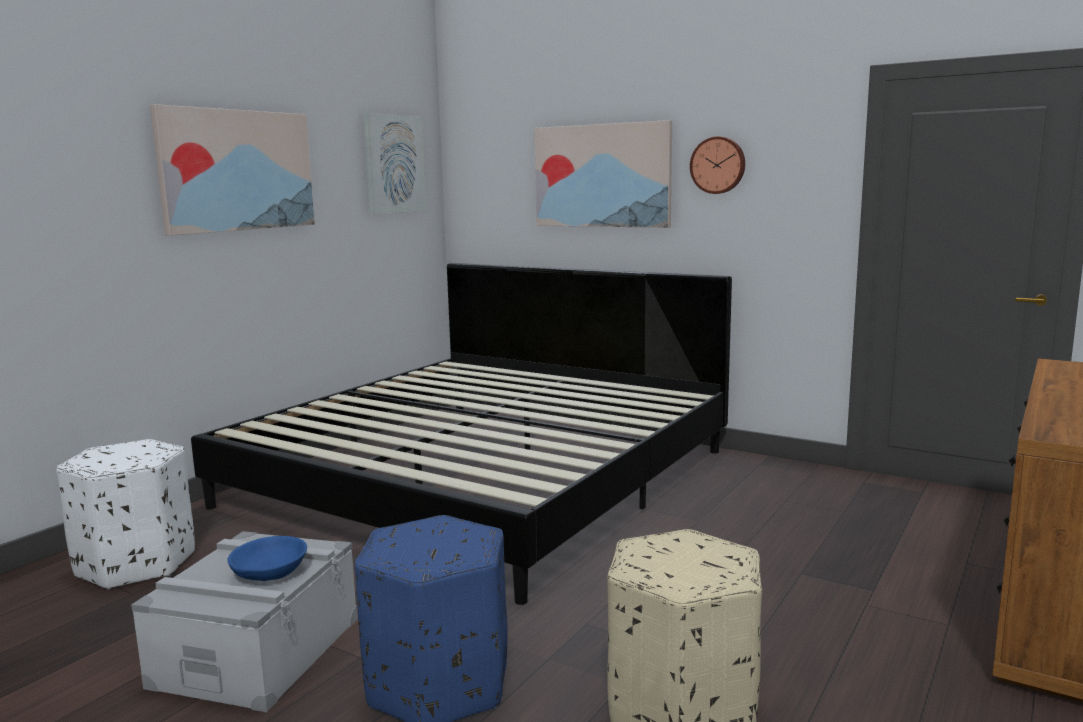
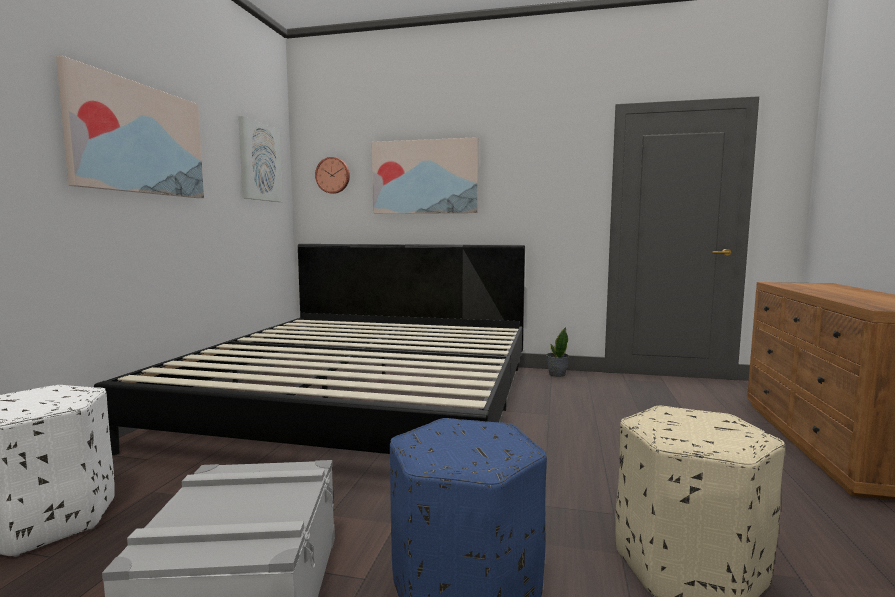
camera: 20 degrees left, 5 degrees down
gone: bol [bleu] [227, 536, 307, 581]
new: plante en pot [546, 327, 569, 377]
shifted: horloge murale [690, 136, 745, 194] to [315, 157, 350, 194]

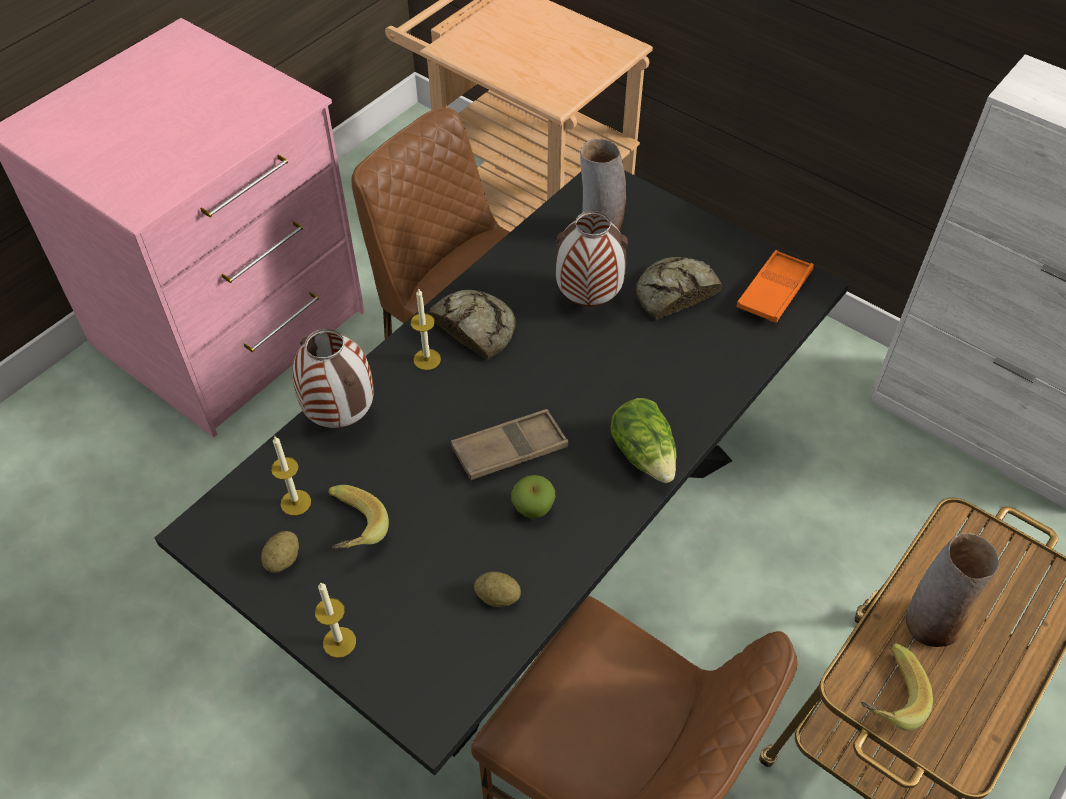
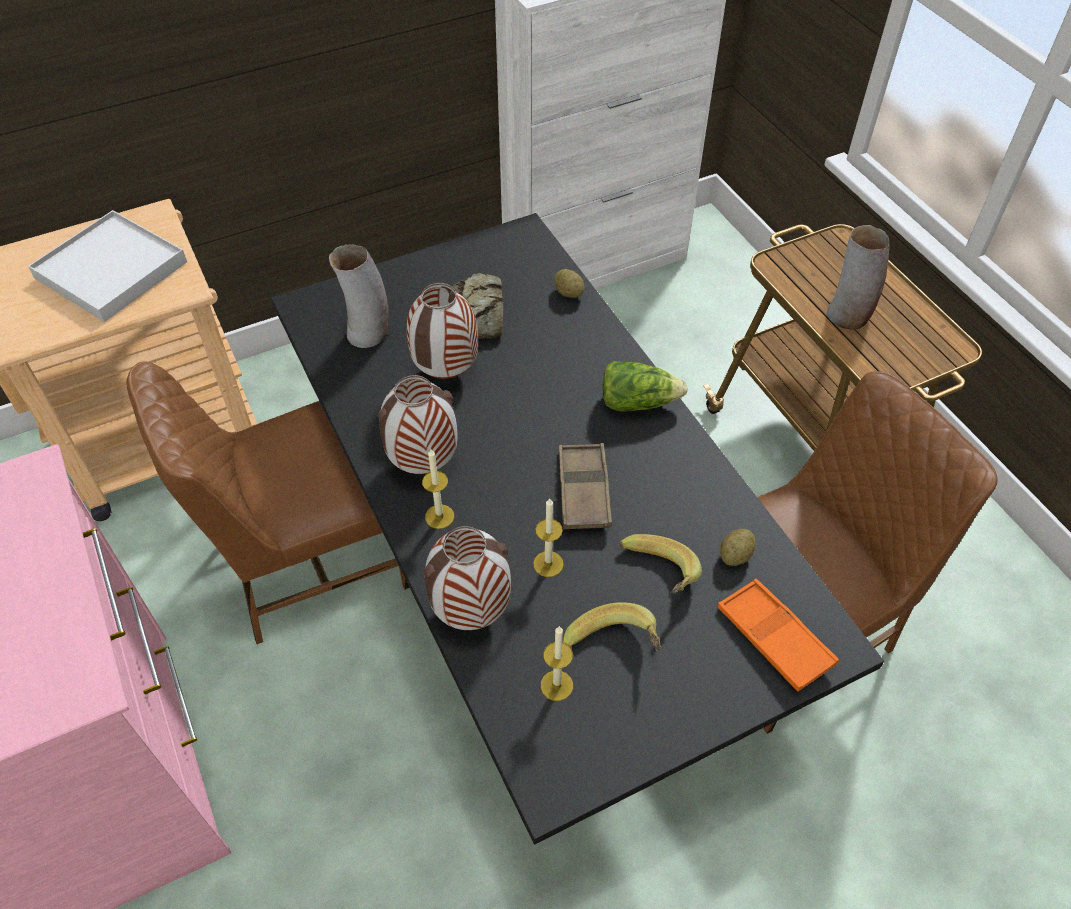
camera: 65 degrees left, 0 degrees up
gone: pomme [511, 475, 555, 519]
new: plateau [blanc] [28, 210, 187, 322]
shifted: plateau [orange] [736, 250, 814, 323] to [718, 579, 839, 692]; pomme de terre [261, 531, 299, 573] to [554, 269, 584, 298]; bougie [315, 582, 356, 658] to [533, 498, 564, 577]; banane [861, 643, 933, 731] to [619, 534, 702, 593]
swapped: pain [429, 290, 516, 359] to vase [378, 375, 458, 474]

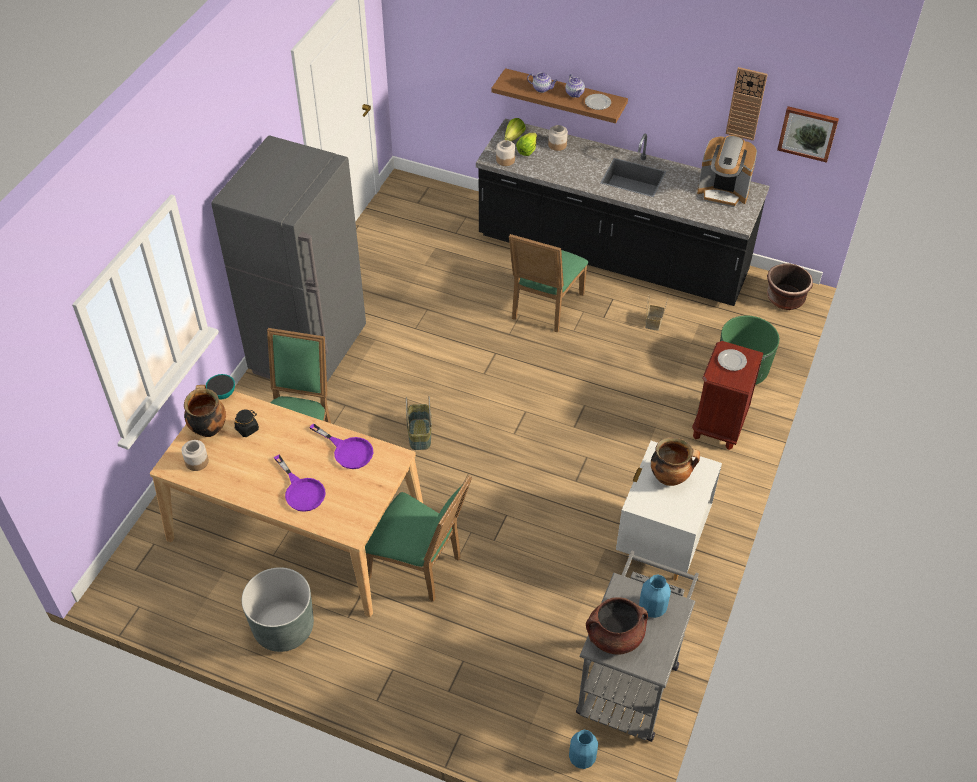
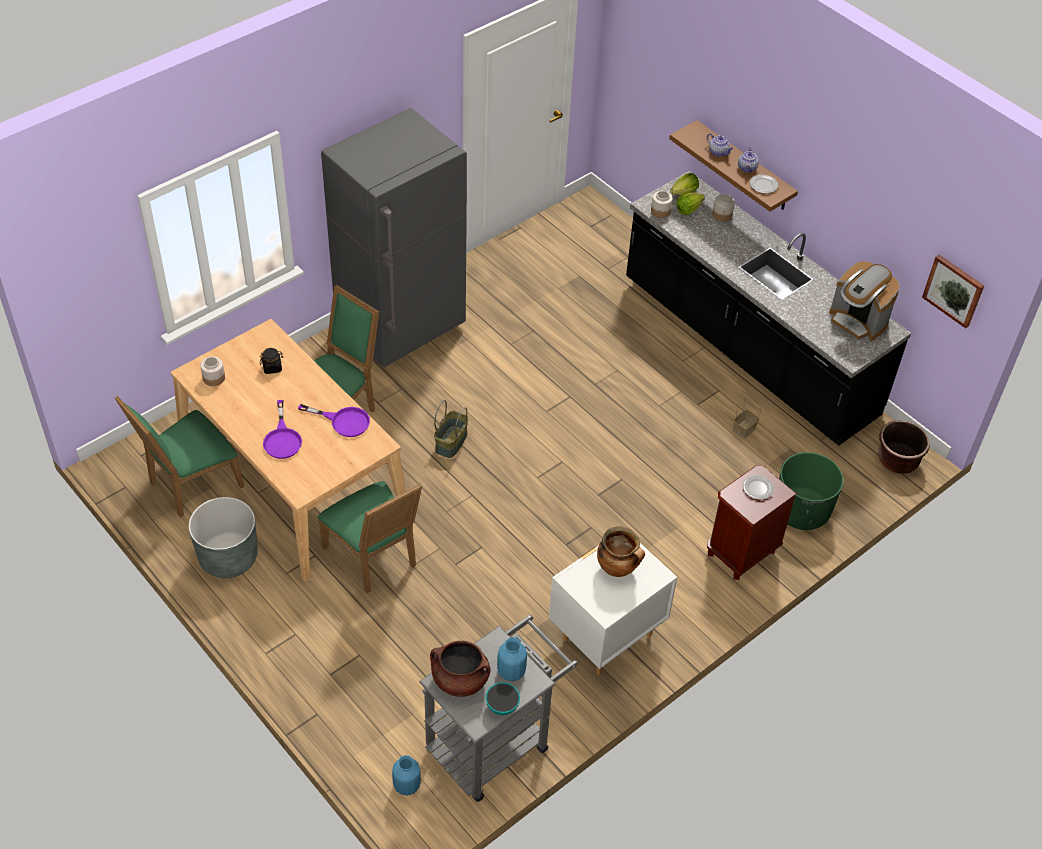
camera: 25 degrees right, 0 degrees up
gone: horloge murale [726, 67, 768, 141]; marmite [184, 385, 226, 437]
shifted: chaise [vert] [509, 234, 588, 333] to [114, 396, 245, 518]; bol [206, 374, 235, 400] to [486, 682, 520, 715]
rotated: poêle [violet] [309, 424, 373, 469] = [298, 404, 370, 437] 45 degrees counterclockwise

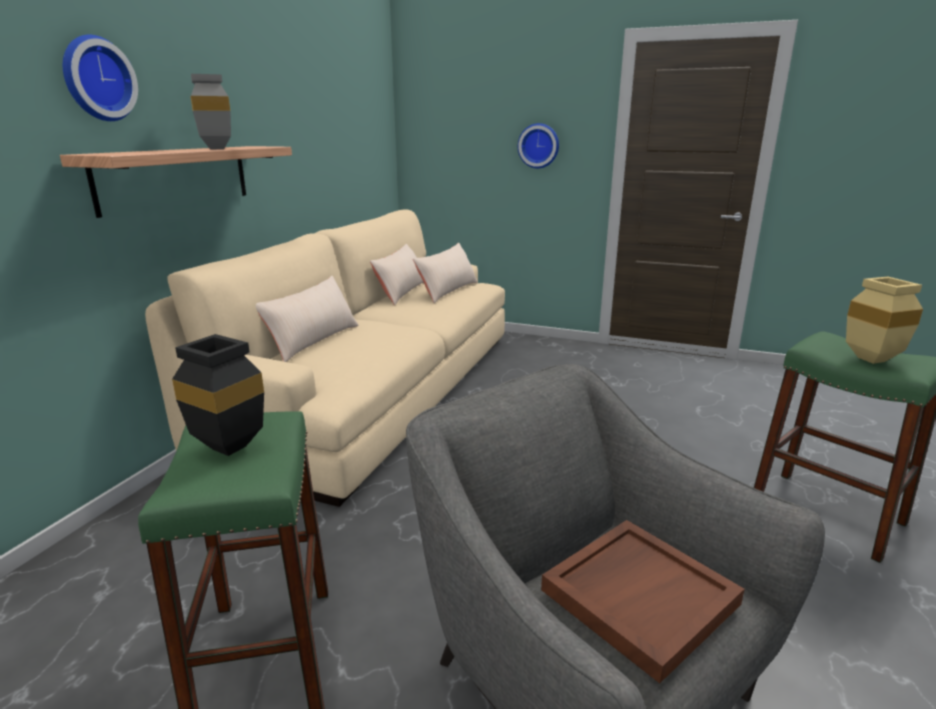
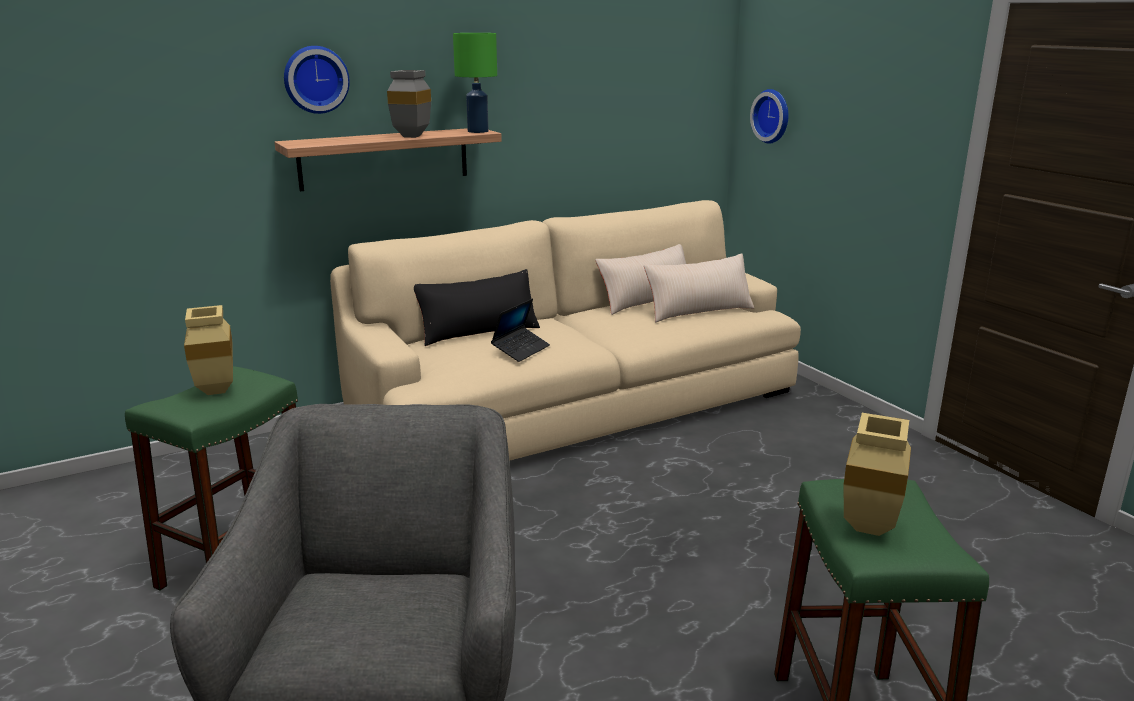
camera: 40 degrees right, 0 degrees up
gone: plateau [marron] [541, 520, 745, 683]
new: lampe de table [vert] [453, 33, 497, 133]; ordinateur portable [491, 299, 550, 362]
shifted: horloge murale [518, 123, 559, 168] to [750, 89, 789, 144]
repainted: coussin [beige] [256, 276, 359, 362] to coussin [noir] [414, 269, 540, 346]; vase [noir] [172, 334, 264, 456] to vase [beige] [184, 305, 233, 395]

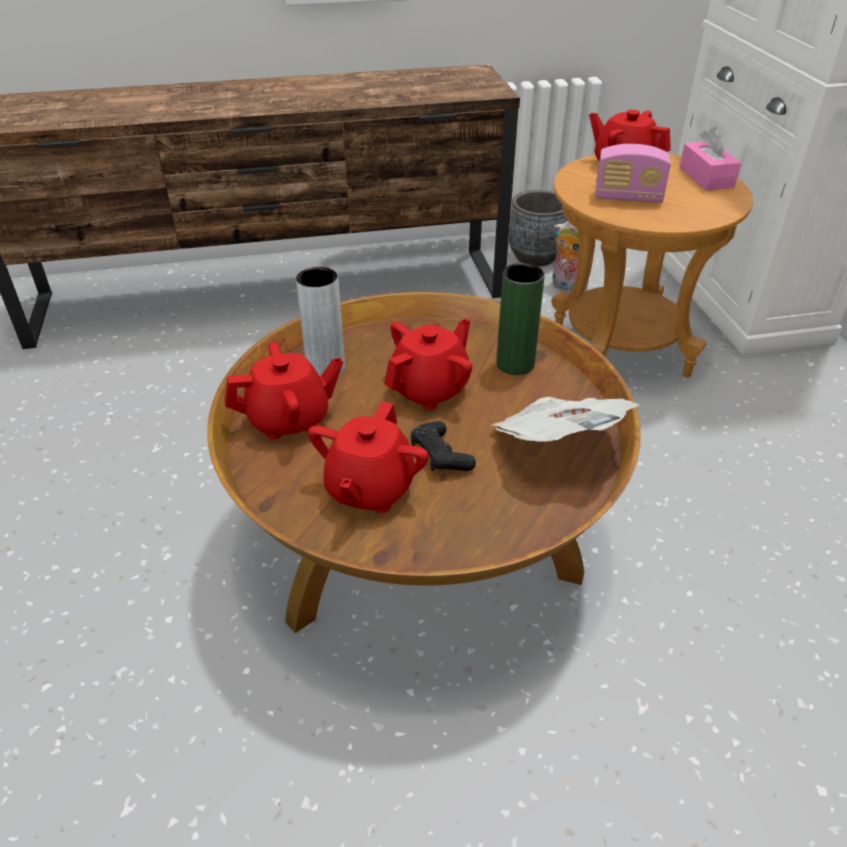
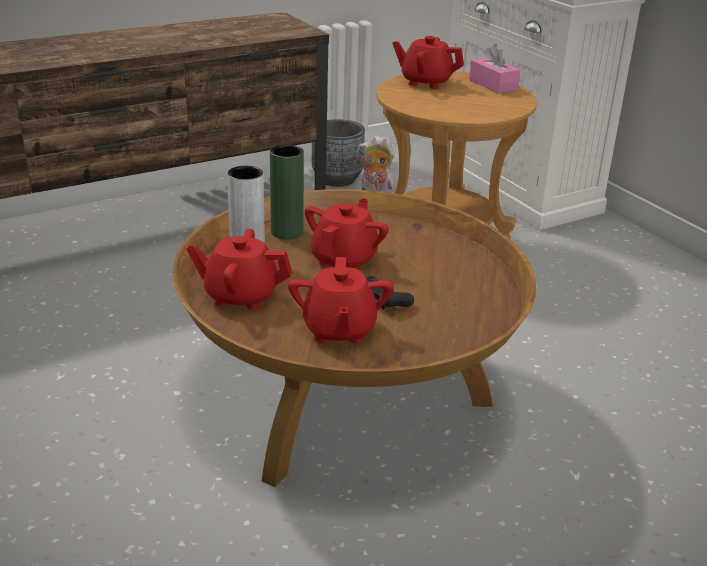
camera: 20 degrees left, 10 degrees down
gone: radio [596, 144, 671, 203]; journal [491, 397, 640, 442]
shifted: vase [vert] [496, 263, 545, 375] to [270, 144, 304, 240]
rotated: théière [rouge] [225, 342, 343, 440] = [186, 229, 292, 310] 135 degrees counterclockwise

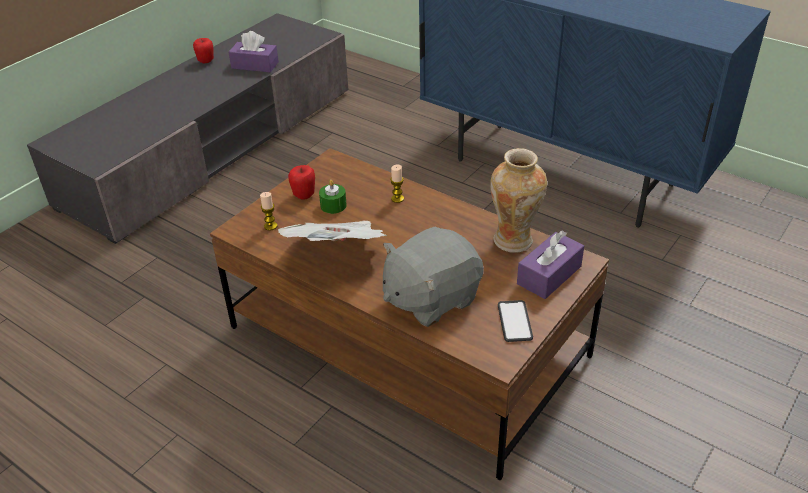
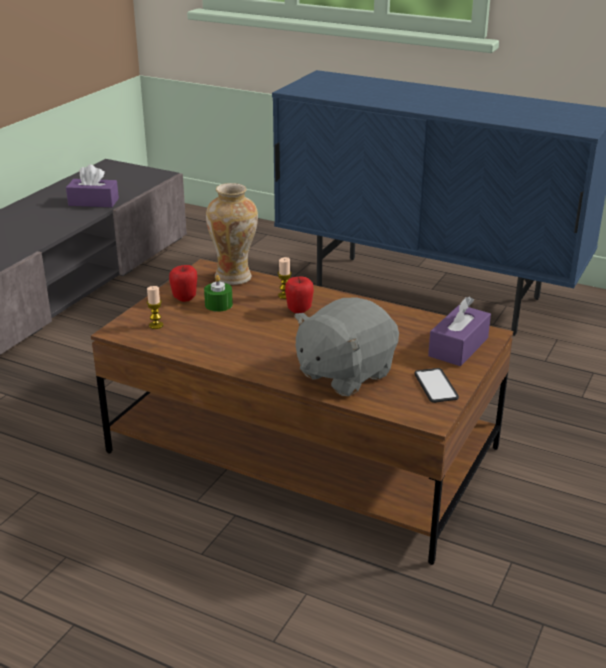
camera: 10 degrees left, 10 degrees down
gone: journal [278, 221, 387, 241]
shifted: pomme [193, 38, 214, 63] to [285, 277, 314, 313]; vase [490, 148, 547, 253] to [206, 183, 258, 285]

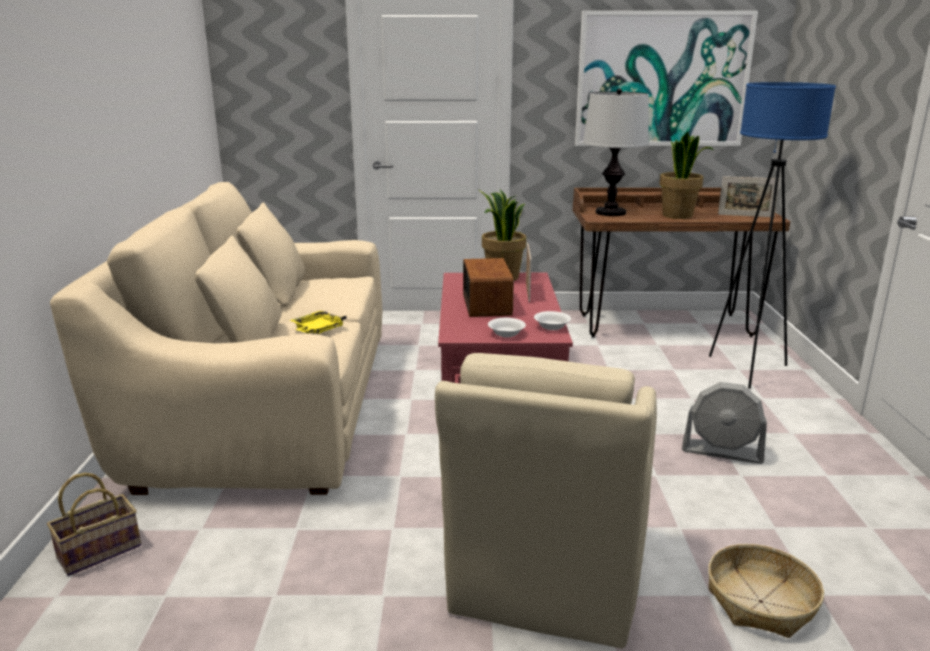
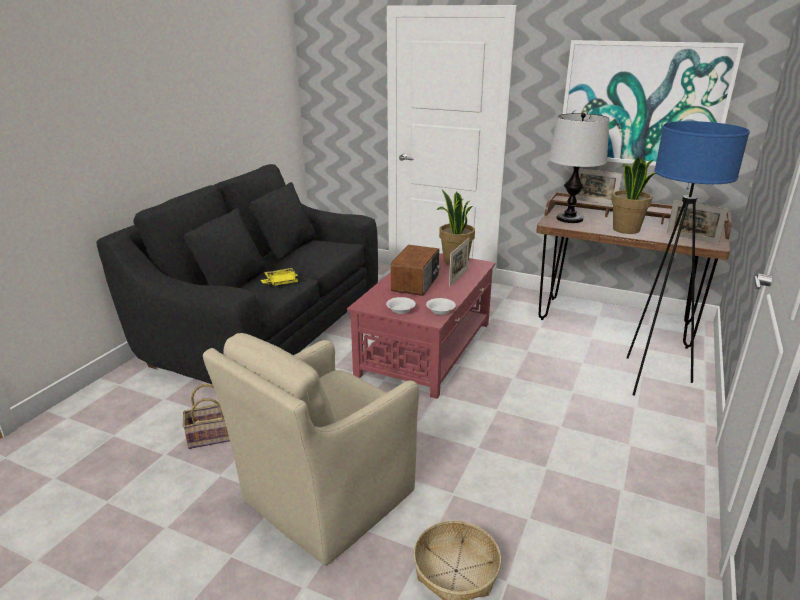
camera: 25 degrees right, 5 degrees up
gone: ventilateur [gris] [682, 382, 767, 464]
new: cadre photo [575, 168, 622, 205]
shifted: panier [47, 473, 141, 576] to [183, 384, 230, 449]
repainted: canapé [beige] [50, 182, 383, 495] to canapé [noir] [96, 164, 378, 385]

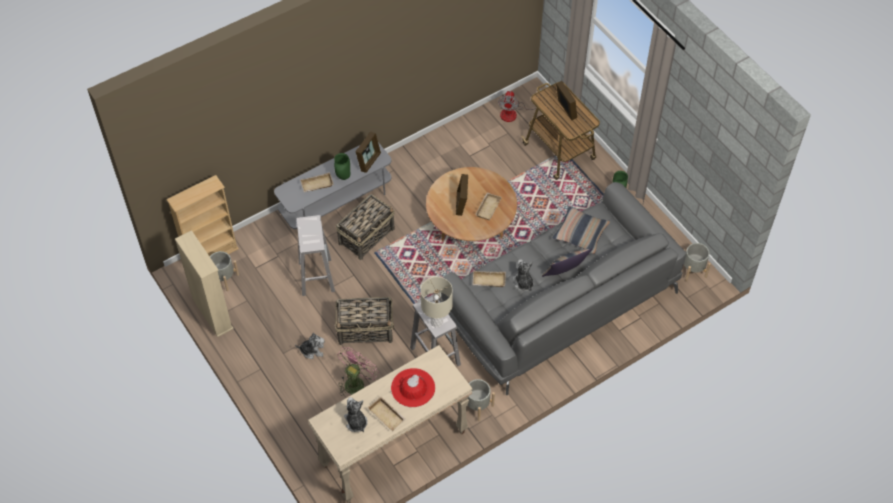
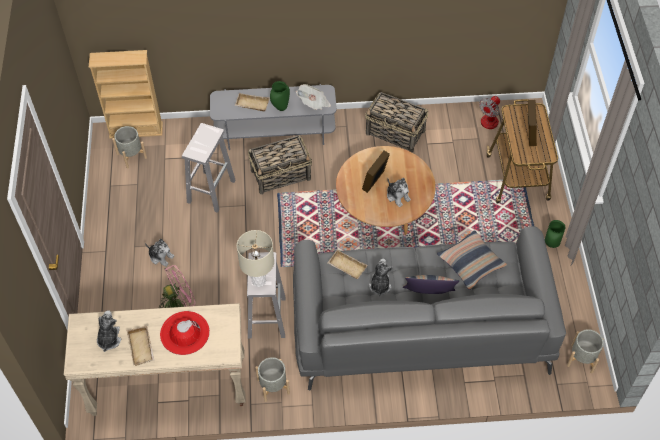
camera: 30 degrees right, 0 degrees up
gone: bibliothèque [beige] [175, 230, 234, 337]
shifted: panier [335, 297, 394, 345] to [365, 92, 428, 152]
swapped: cadre photo [355, 132, 381, 173] to journal [296, 84, 331, 110]; plateau [beige] [475, 193, 502, 220] to peluche [387, 178, 411, 207]

